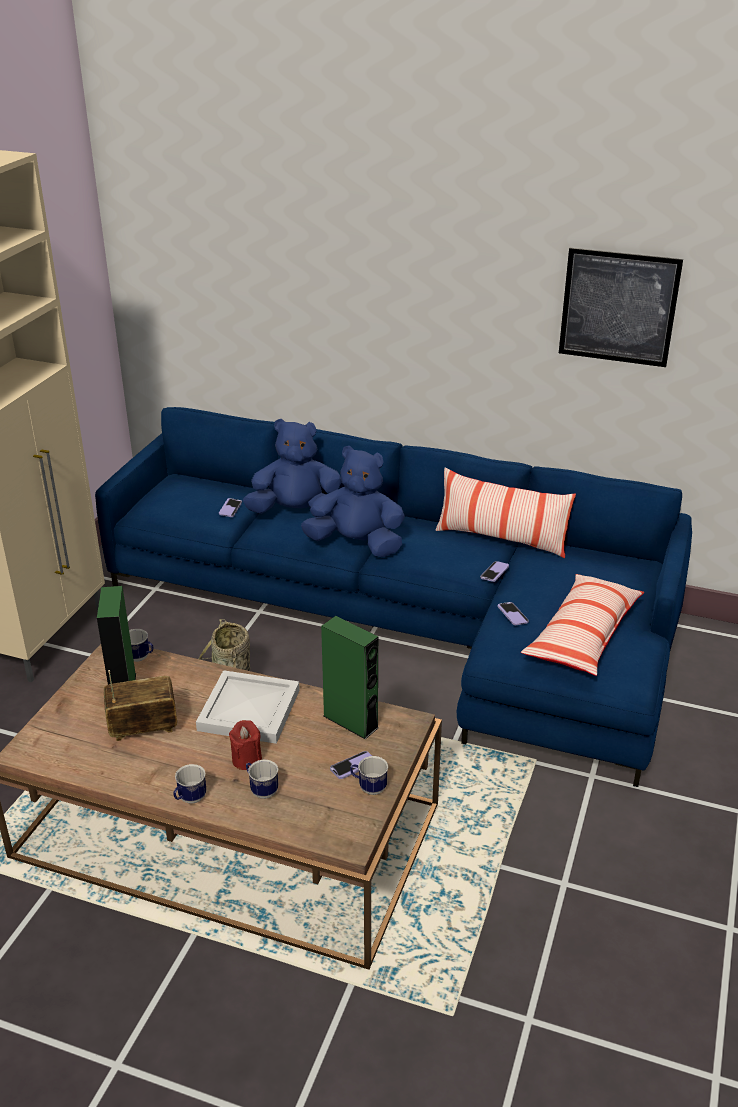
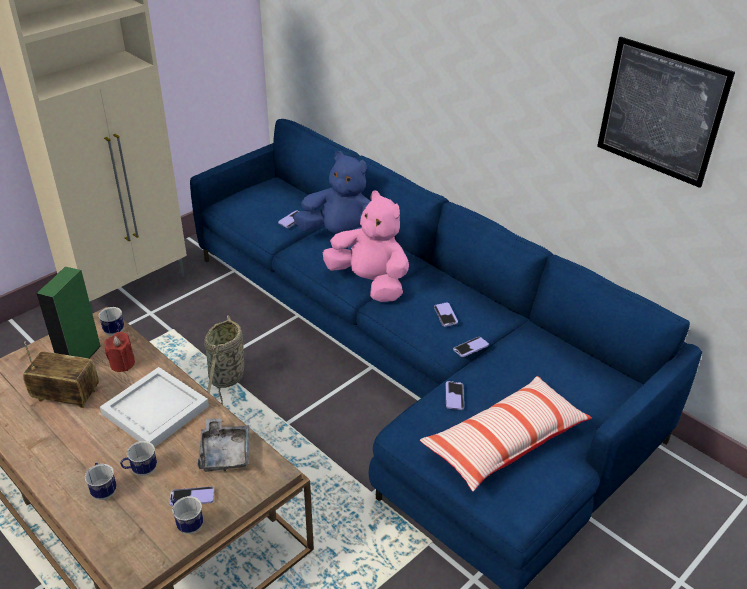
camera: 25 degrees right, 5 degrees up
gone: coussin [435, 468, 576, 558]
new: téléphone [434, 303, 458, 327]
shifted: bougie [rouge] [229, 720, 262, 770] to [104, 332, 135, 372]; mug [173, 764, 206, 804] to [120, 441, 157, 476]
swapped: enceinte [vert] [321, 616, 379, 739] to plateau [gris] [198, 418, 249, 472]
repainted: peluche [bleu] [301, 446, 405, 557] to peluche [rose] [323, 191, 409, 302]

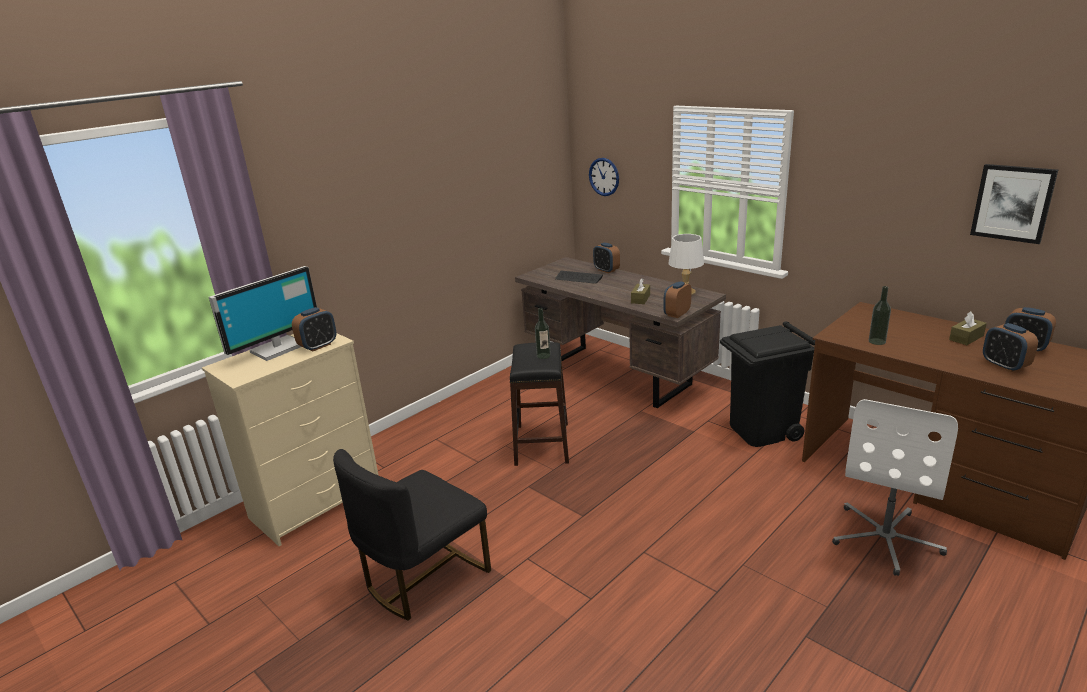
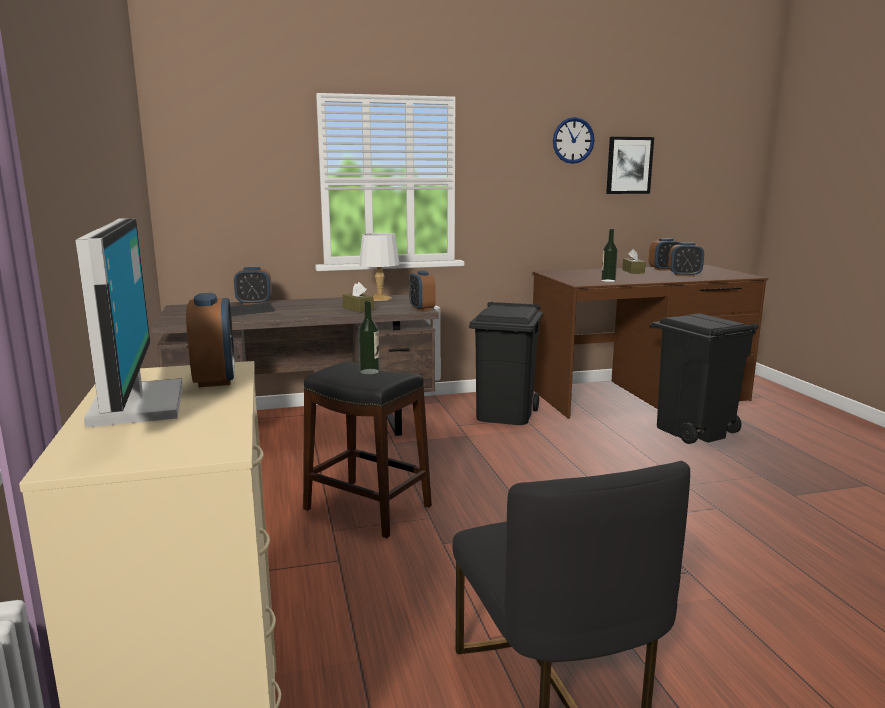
camera: 60 degrees left, 10 degrees down
shifted: horloge murale [589, 158, 619, 196] to [553, 117, 594, 164]
swapped: chaise de bureau [blanc] [832, 399, 958, 576] to poubelle [noir] [650, 314, 759, 444]

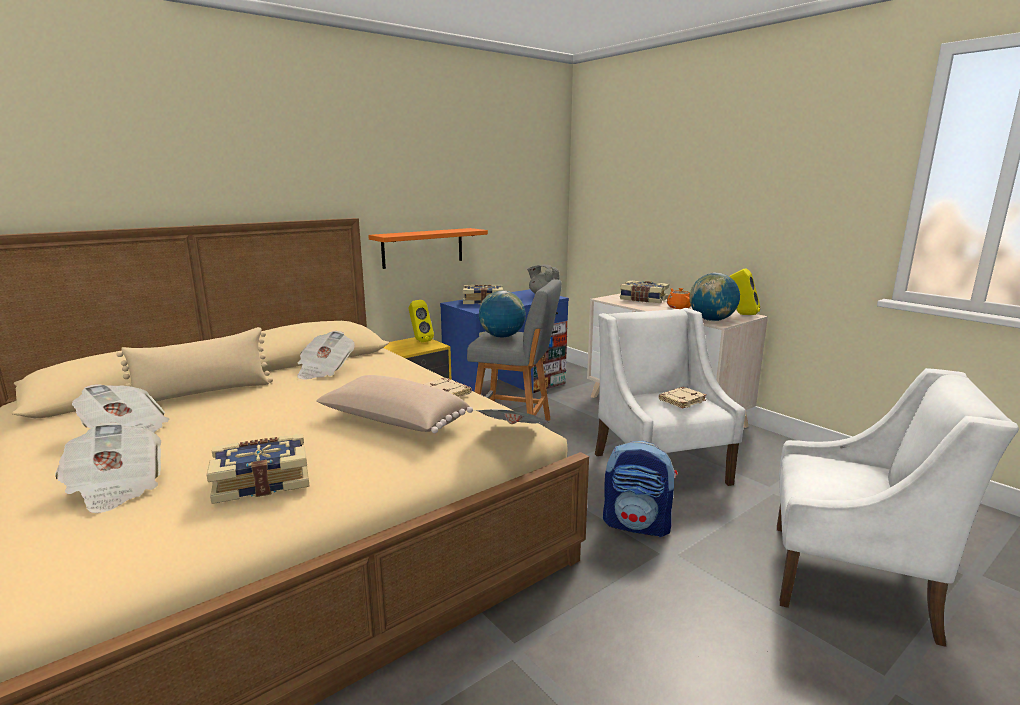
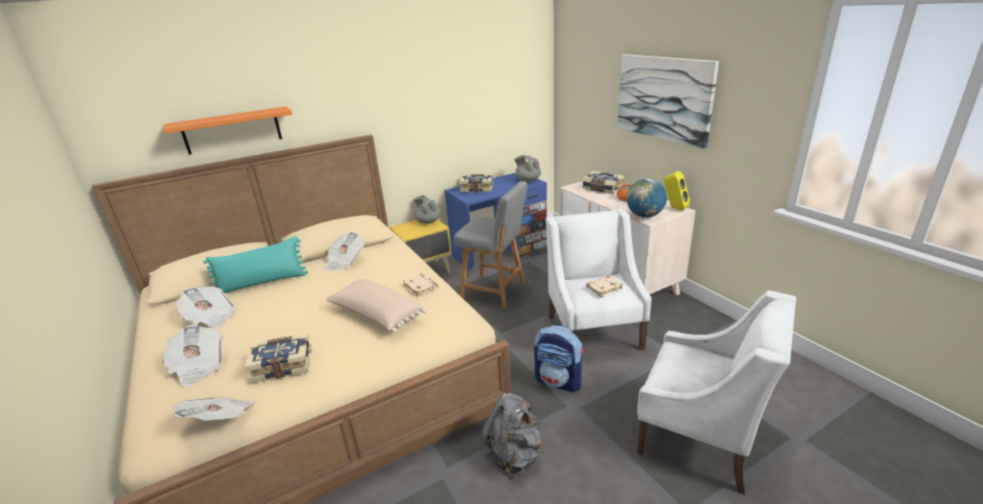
camera: 10 degrees right, 10 degrees up
gone: globe [479, 291, 526, 337]
new: tableau [618, 54, 719, 149]; sac à dos [gris] [481, 393, 541, 476]
shifted: étagère [orange] [368, 228, 488, 269] to [163, 106, 292, 155]; journal [475, 409, 549, 424] to [172, 396, 256, 421]
swapped: enceinte [jaune] [409, 300, 434, 342] to théière [gris] [414, 195, 441, 224]
repainted: coussin [beige] [116, 327, 273, 401] to coussin [turquoise] [203, 236, 308, 293]

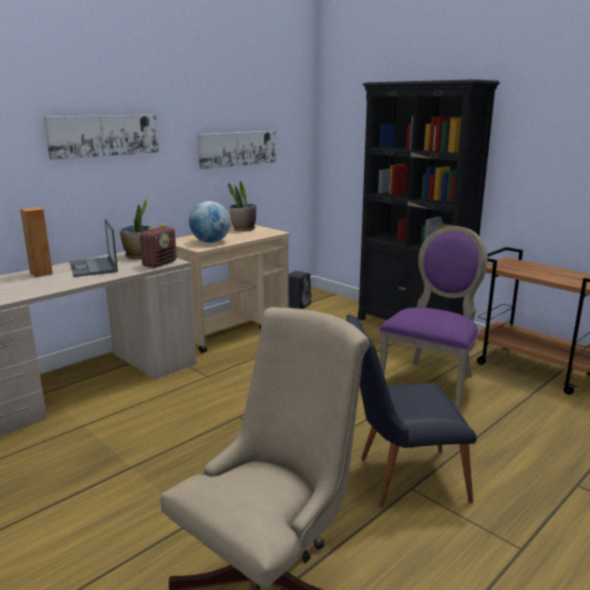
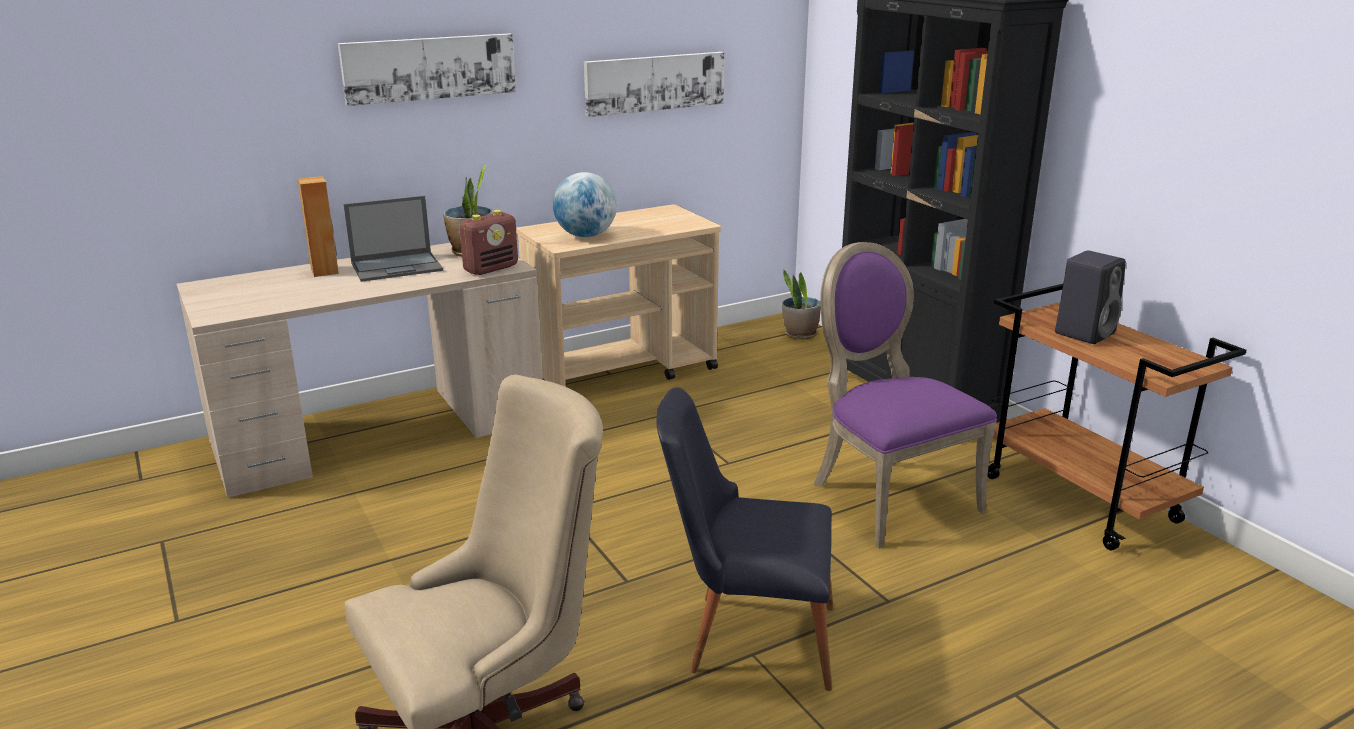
camera: 15 degrees right, 5 degrees up
shifted: plante en pot [228, 181, 256, 231] to [782, 270, 821, 340]; enceinte [noir] [289, 271, 311, 309] to [1055, 251, 1126, 344]
rotated: ordinateur portable [69, 219, 118, 277] = [344, 196, 443, 282] 105 degrees counterclockwise; chaise [violet] [380, 226, 488, 411] = [813, 242, 997, 548] 75 degrees counterclockwise

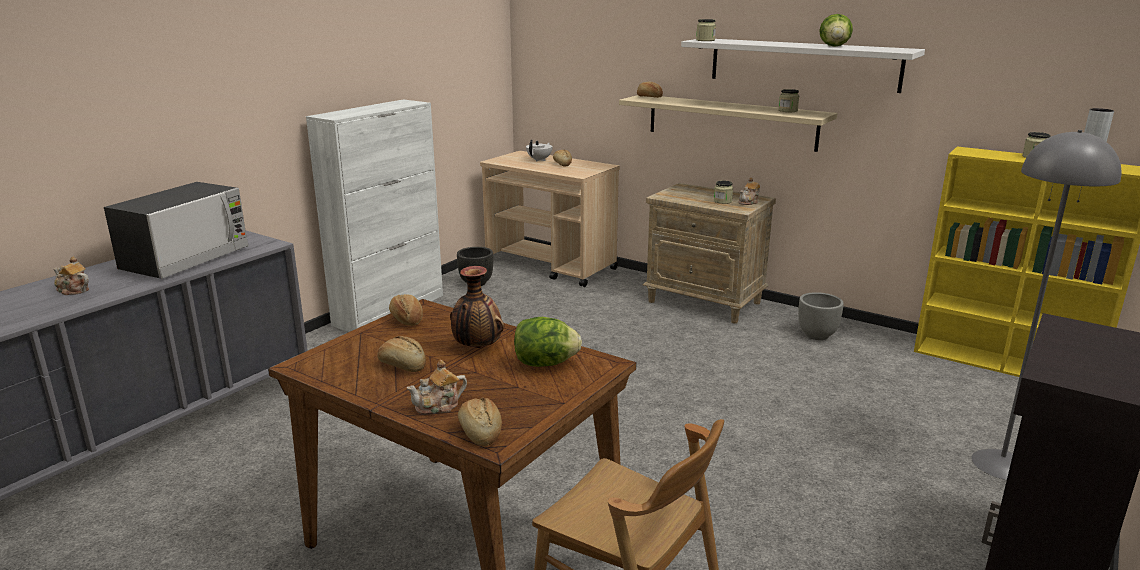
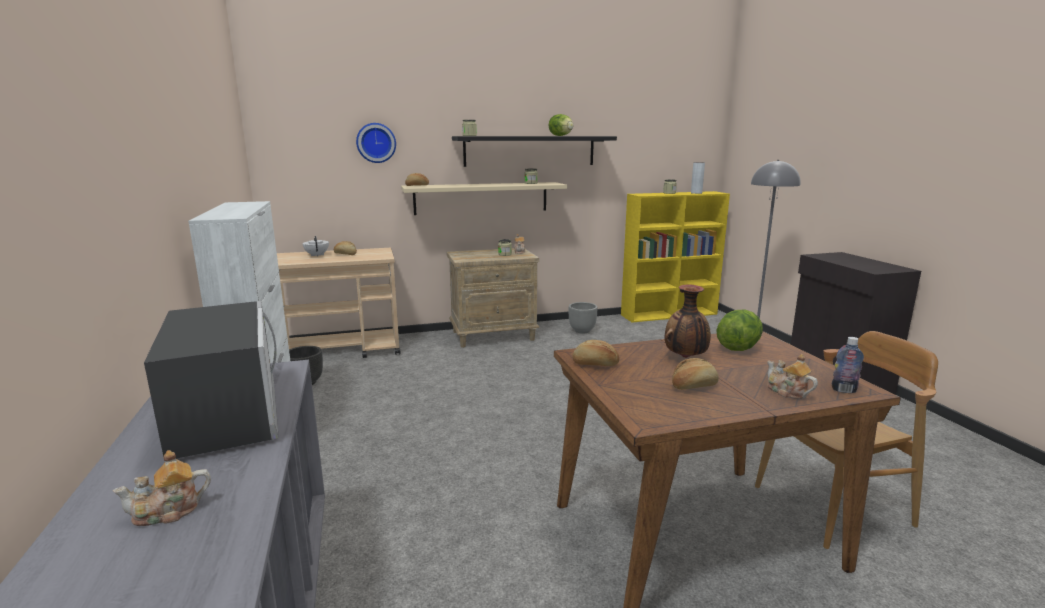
camera: 50 degrees left, 5 degrees down
new: horloge murale [356, 123, 396, 163]
swapped: pain [458, 397, 502, 446] to bouteille [832, 337, 864, 393]
repainted: étagère [blanc] [681, 39, 925, 93] to étagère [noir] [452, 136, 617, 167]
rotated: théière [407, 360, 467, 414] = [767, 354, 818, 399] 135 degrees clockwise

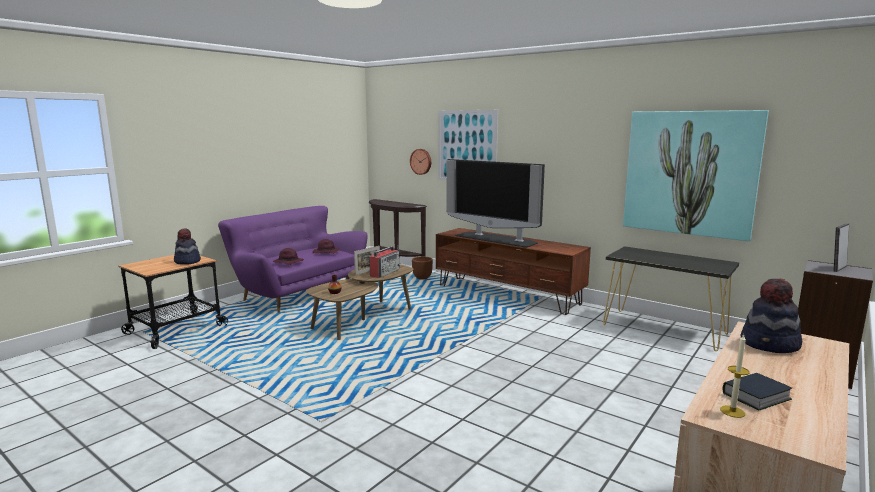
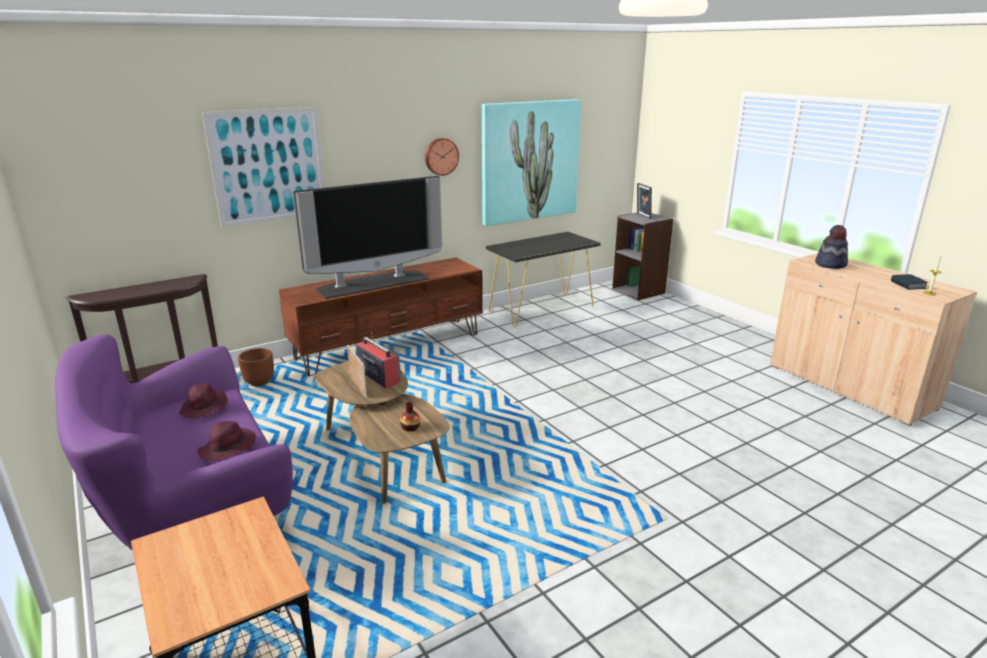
camera: 70 degrees left, 10 degrees up
gone: chapeau [174, 228, 201, 265]
shifted: horloge murale [410, 149, 431, 175] to [425, 138, 459, 176]

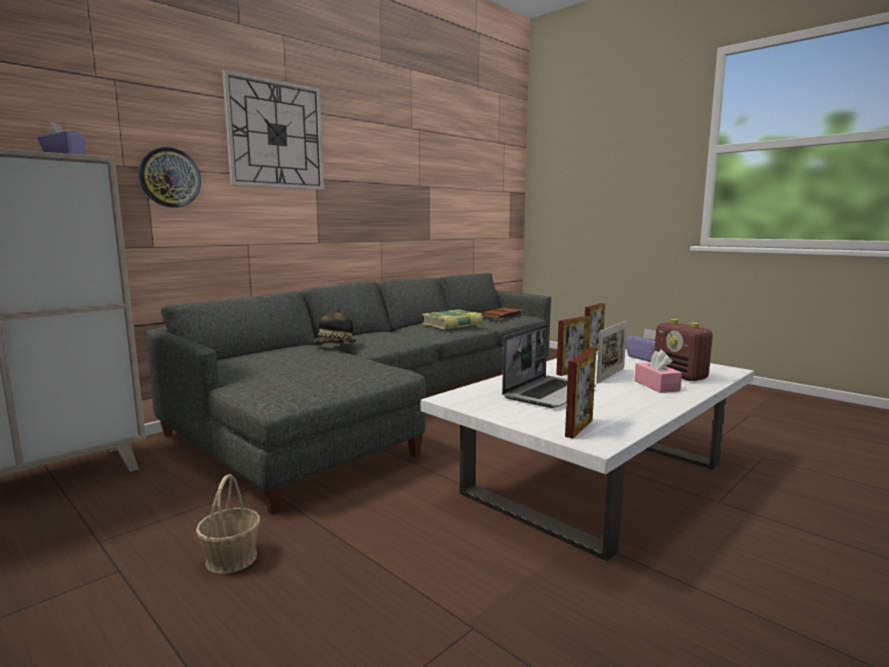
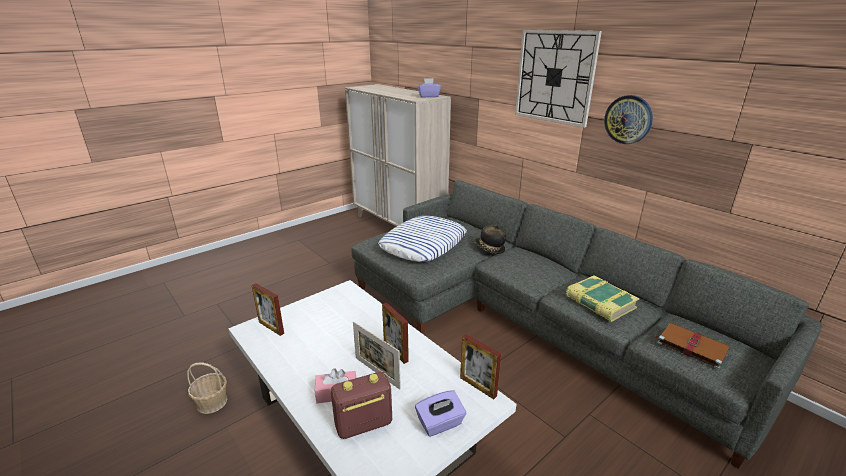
camera: 95 degrees right, 15 degrees up
gone: ordinateur portable [502, 324, 596, 408]
new: coussin [378, 216, 467, 262]
shifted: horloge murale [138, 147, 201, 208] to [604, 95, 653, 144]; panier [196, 474, 261, 574] to [187, 362, 227, 414]

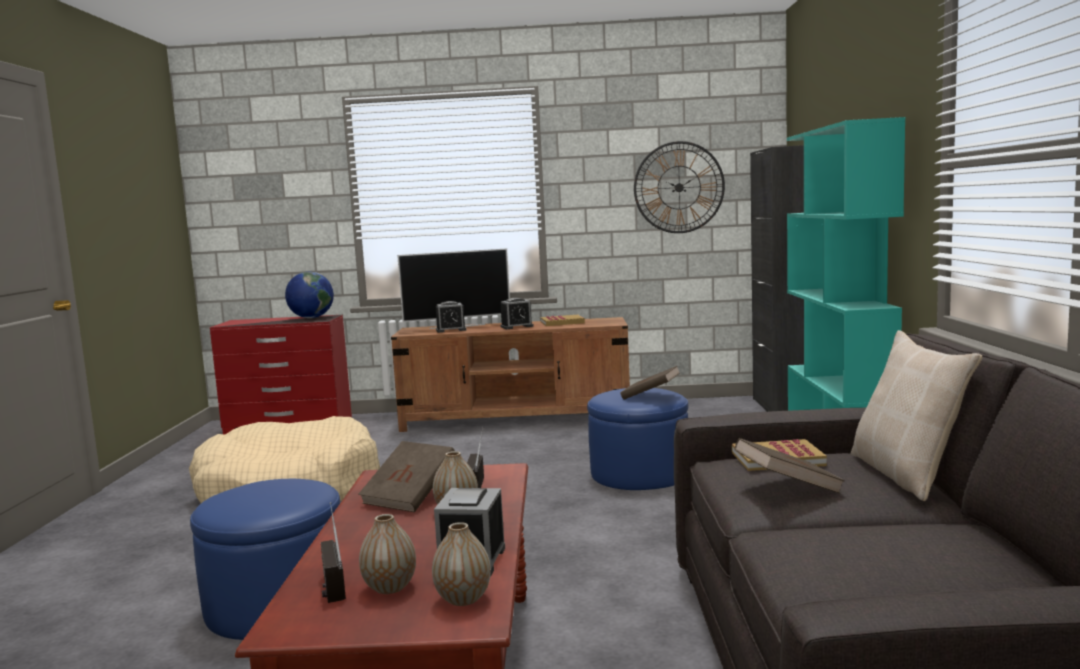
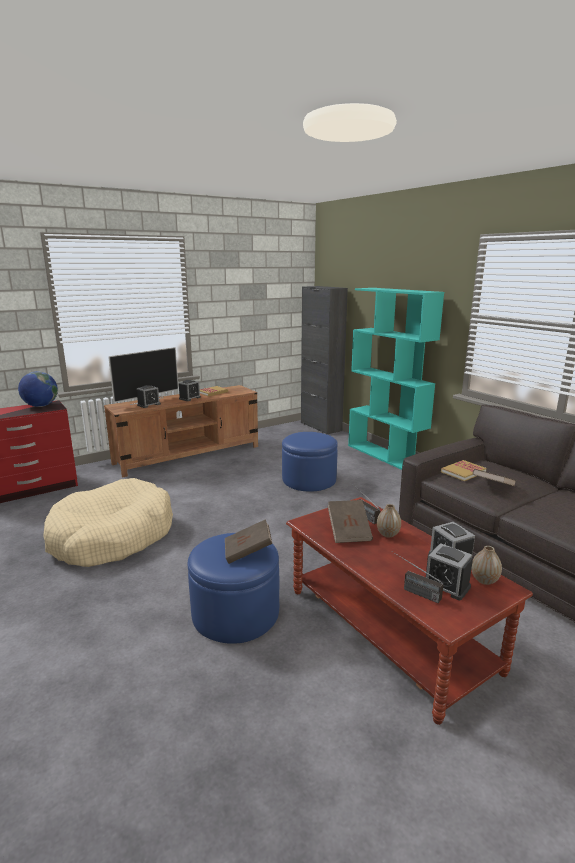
camera: 35 degrees left, 10 degrees up
gone: horloge murale [634, 141, 725, 233]; coussin [beige] [851, 330, 982, 501]
shifted: livre [marron] [620, 366, 680, 400] to [225, 519, 272, 564]
swapped: vase [359, 514, 416, 594] to réveil [426, 543, 473, 600]

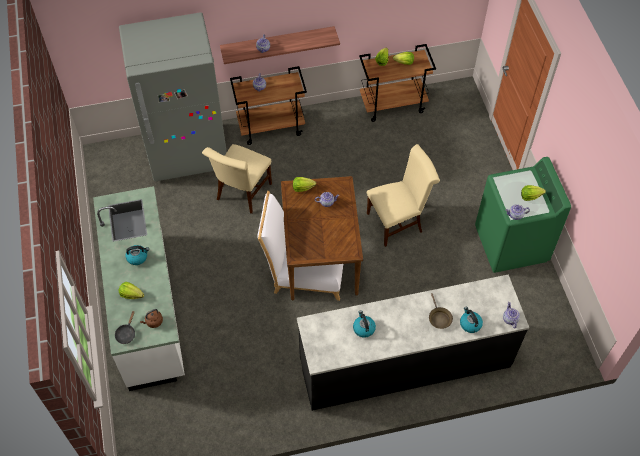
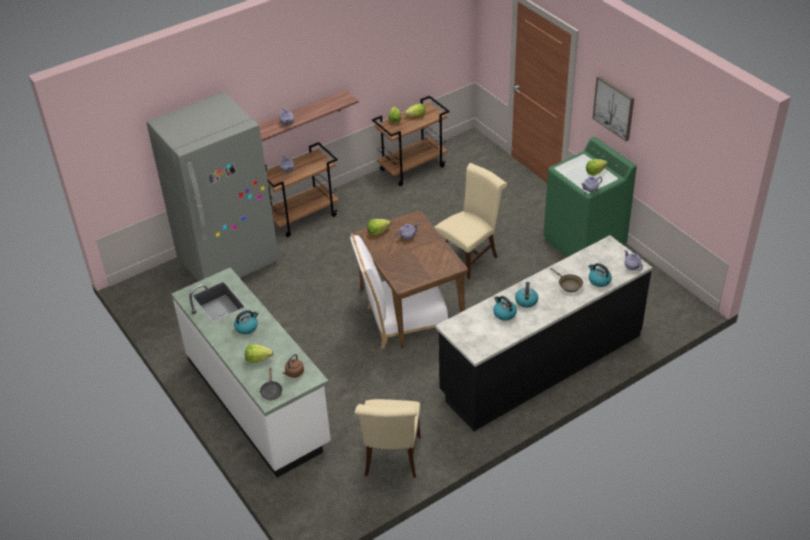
camera: 20 degrees left, 15 degrees down
new: tableau [593, 76, 634, 141]; bouilloire [515, 282, 538, 308]
shifted: chaise [beige] [202, 144, 272, 214] to [355, 399, 421, 478]

